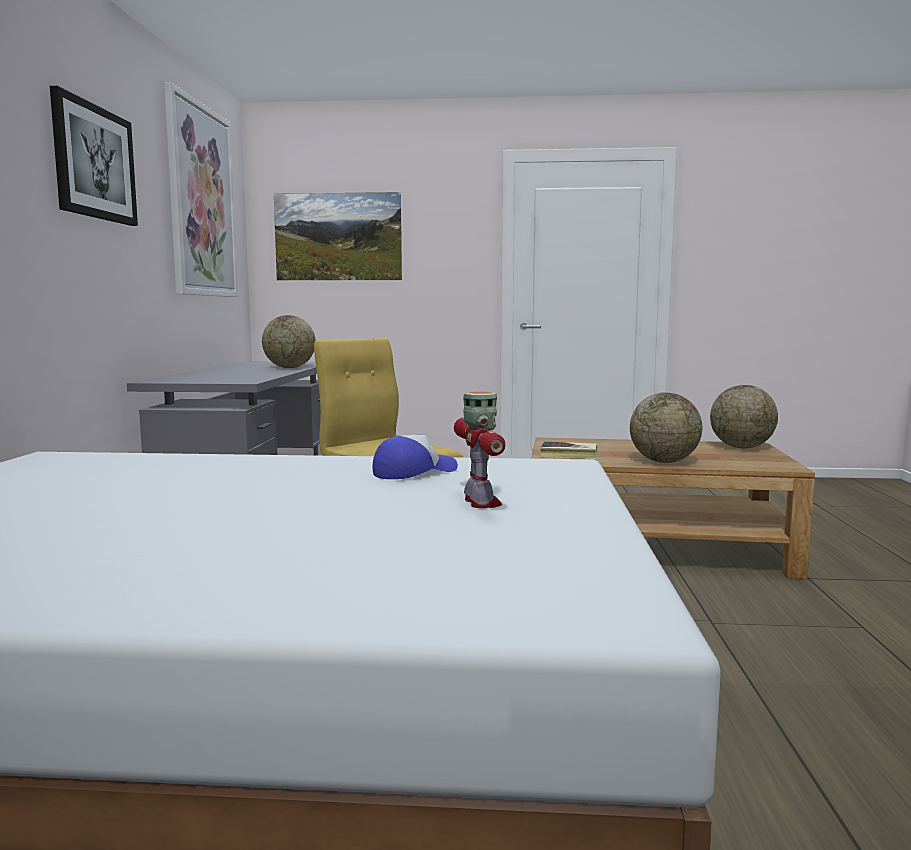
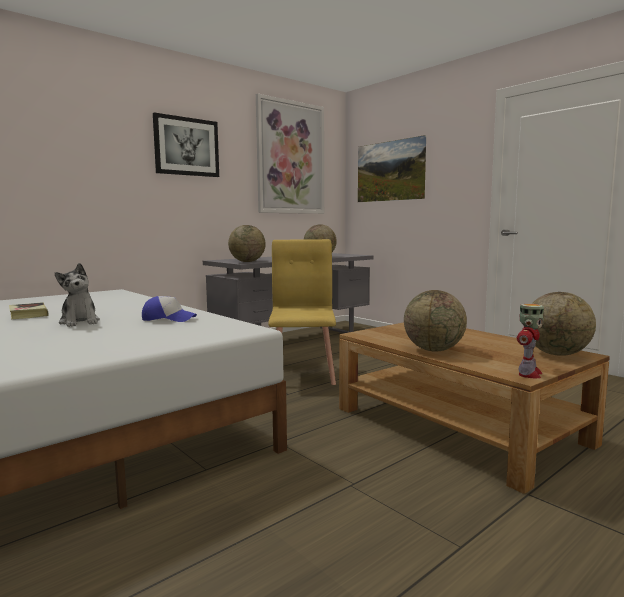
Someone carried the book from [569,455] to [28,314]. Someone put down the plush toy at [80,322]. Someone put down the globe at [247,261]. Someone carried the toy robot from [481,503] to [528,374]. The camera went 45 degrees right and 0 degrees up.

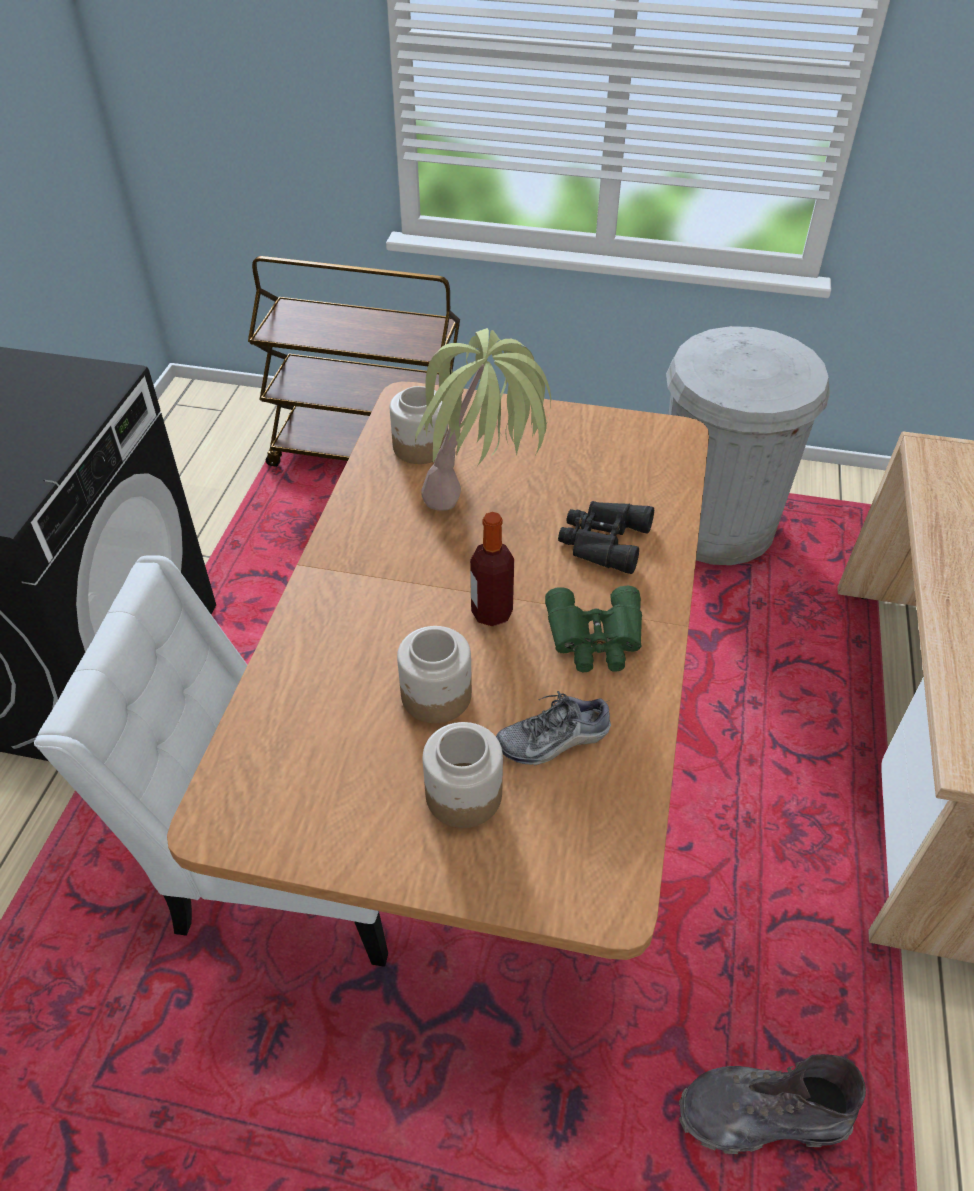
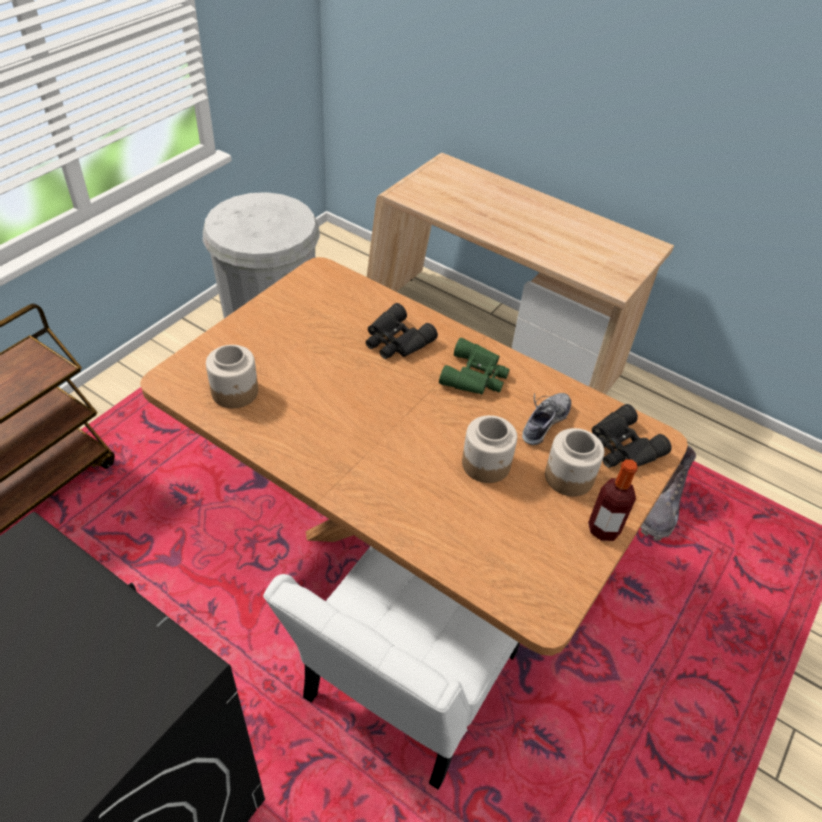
Someone rotated the shoe at [554,740] by 150 degrees counterclockwise. Someone carried the bottle from [491,613] to [603,529]. Someone put down the black binoculars at [621,447]. Someone took away the potted plant at [483,516]. The camera went 70 degrees left and 0 degrees up.

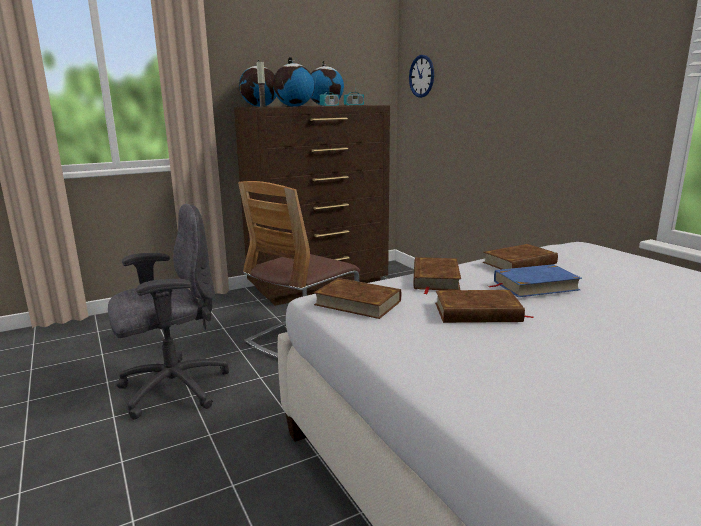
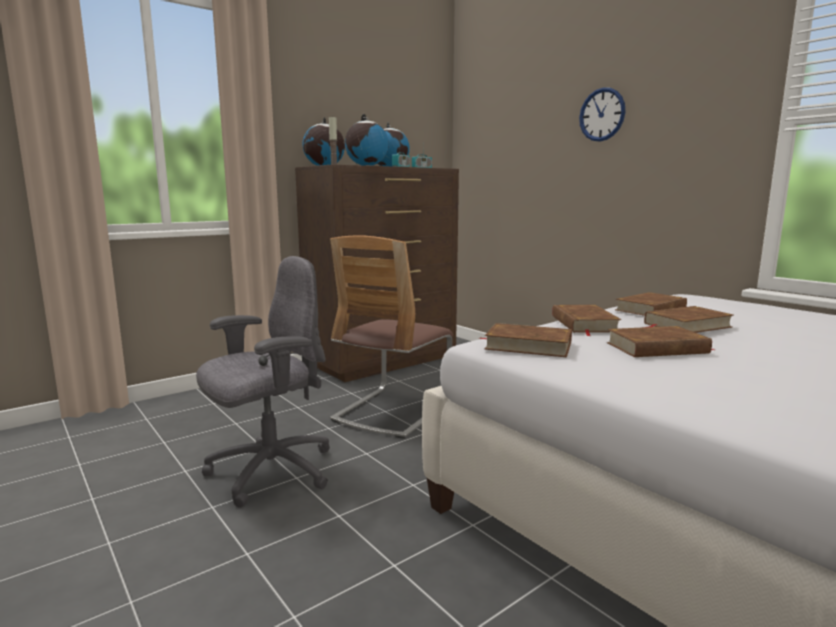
Someone carried the wall clock from [421,76] to [602,114]. Someone repainted the blue book at [535,285], which became the brown book at [686,325]. The camera went 10 degrees left and 5 degrees down.

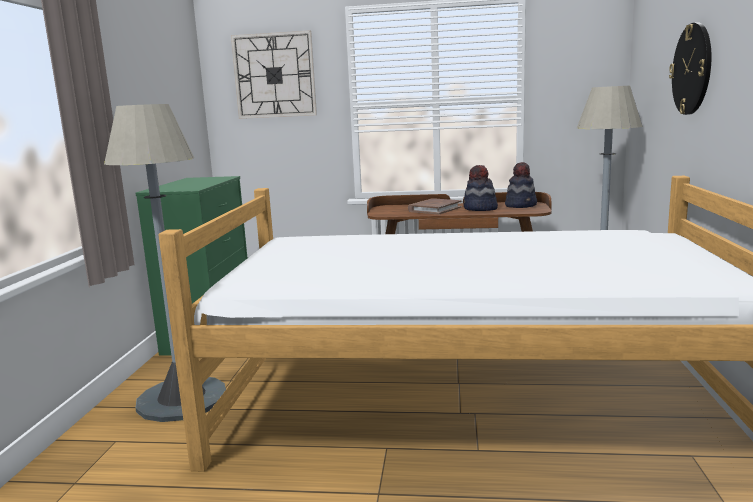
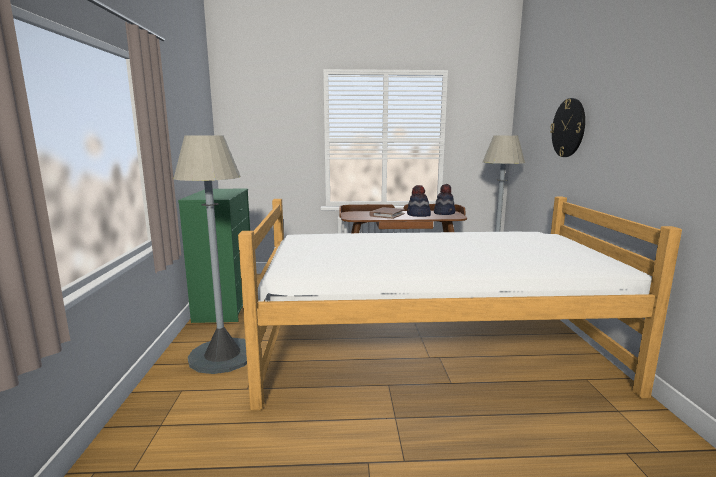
Someone took away the wall clock at [274,75]. The camera went 10 degrees left and 0 degrees up.

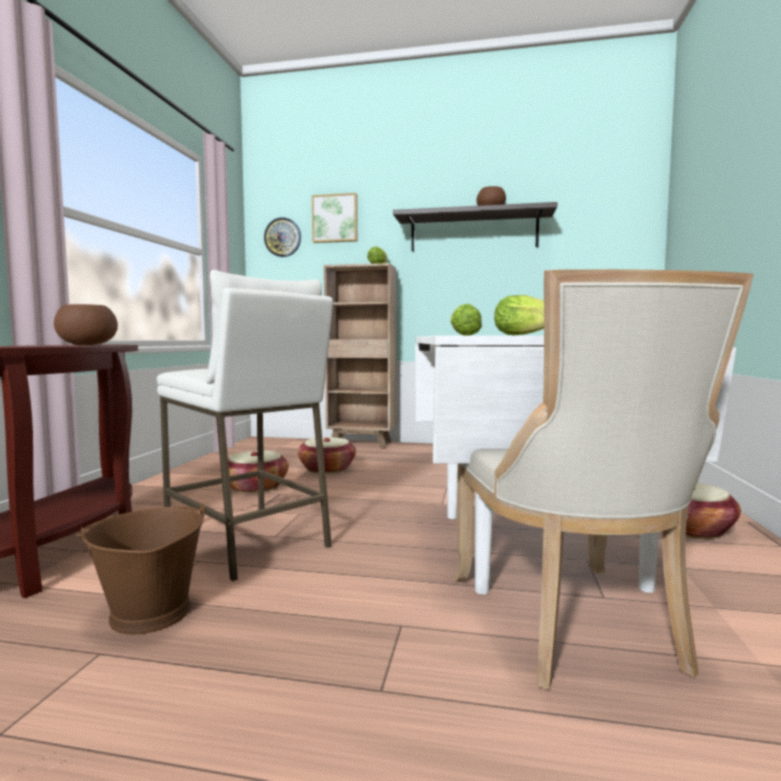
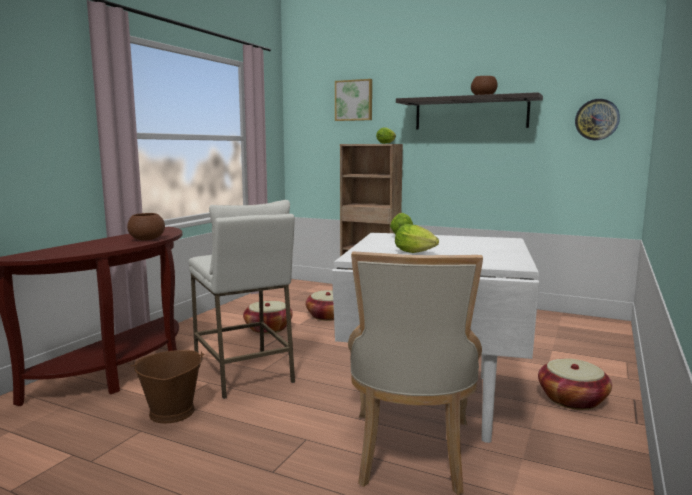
Someone carried the wall clock from [283,237] to [597,119]. The camera went 15 degrees right and 5 degrees up.

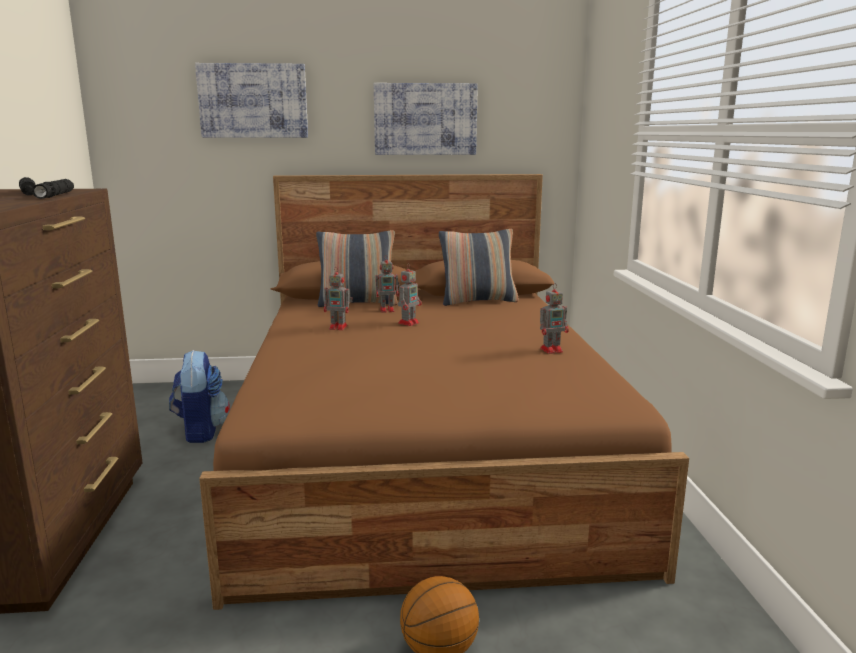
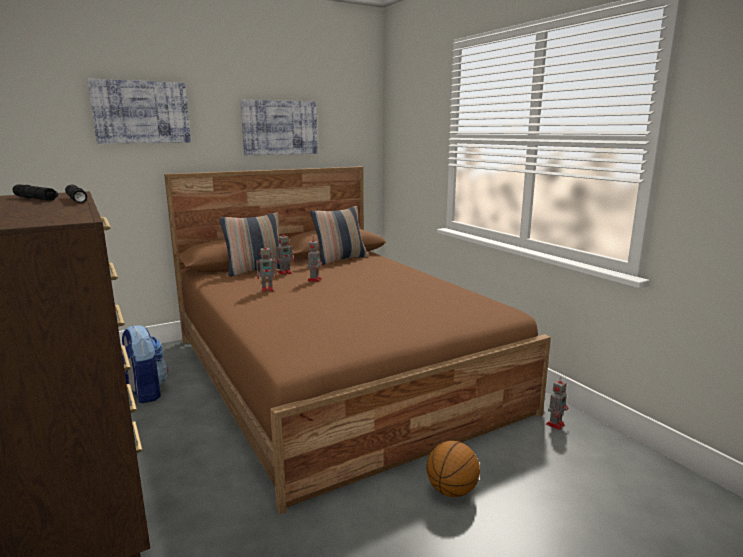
Someone carried the toy robot from [552,350] to [555,424]. The camera went 25 degrees left and 0 degrees up.

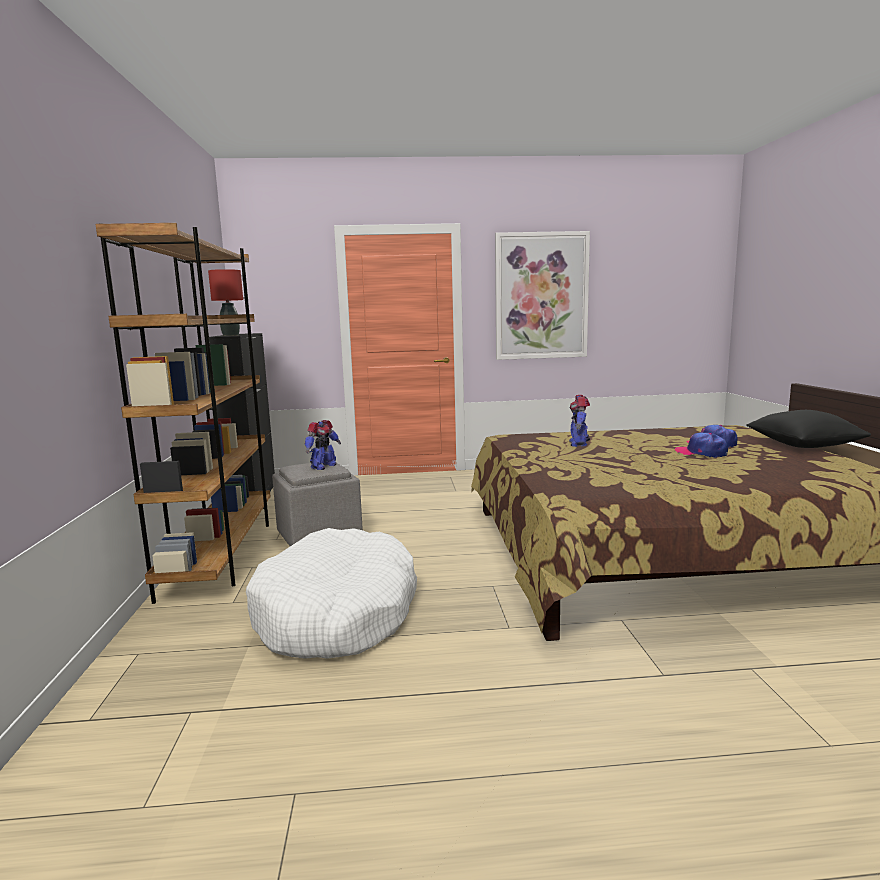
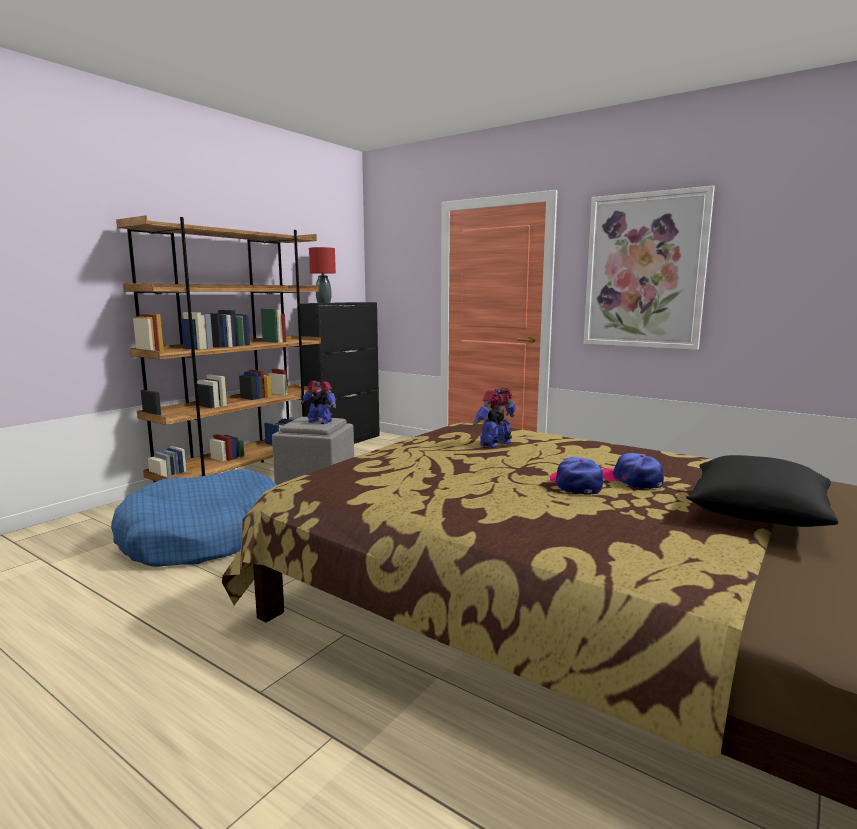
Someone repainted the white dog bed at [337,614], which became the blue dog bed at [205,537]. Someone rotated the toy robot at [323,466] by 45 degrees clockwise. The camera went 40 degrees right and 0 degrees up.

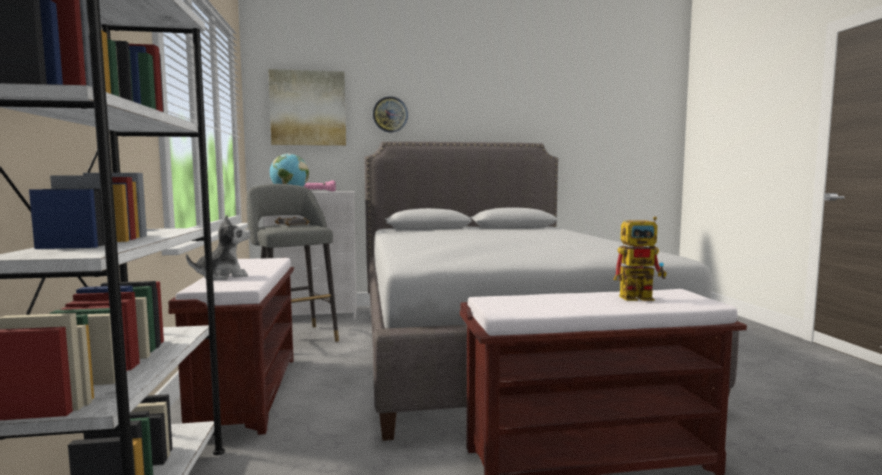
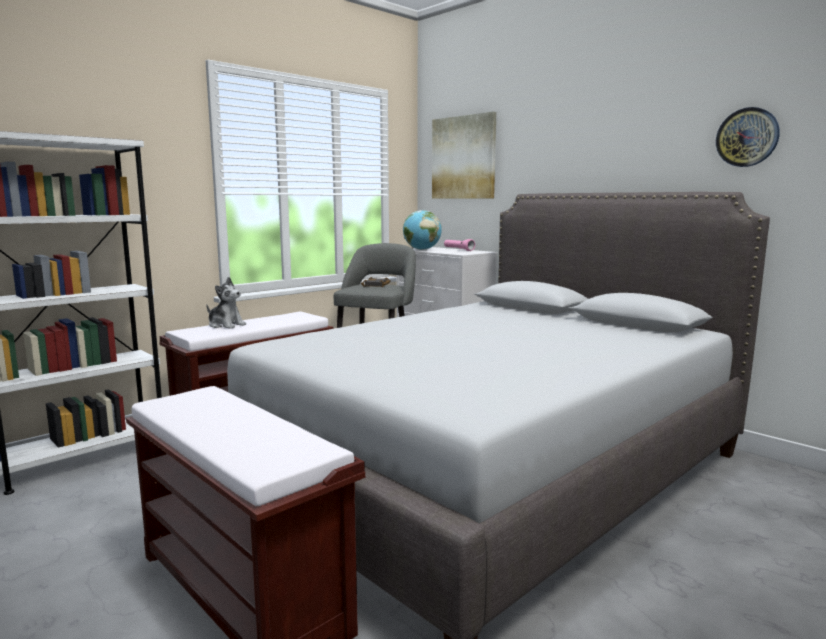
Someone carried the wall clock from [390,114] to [747,137]. Someone took away the toy robot at [642,297]. The camera went 55 degrees right and 5 degrees up.

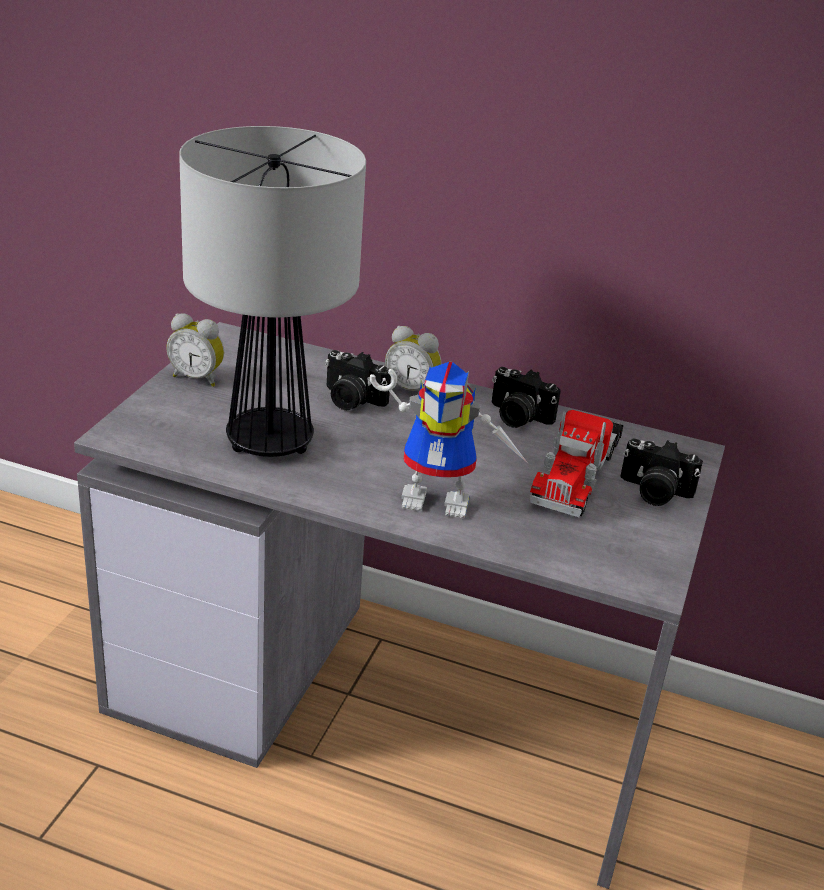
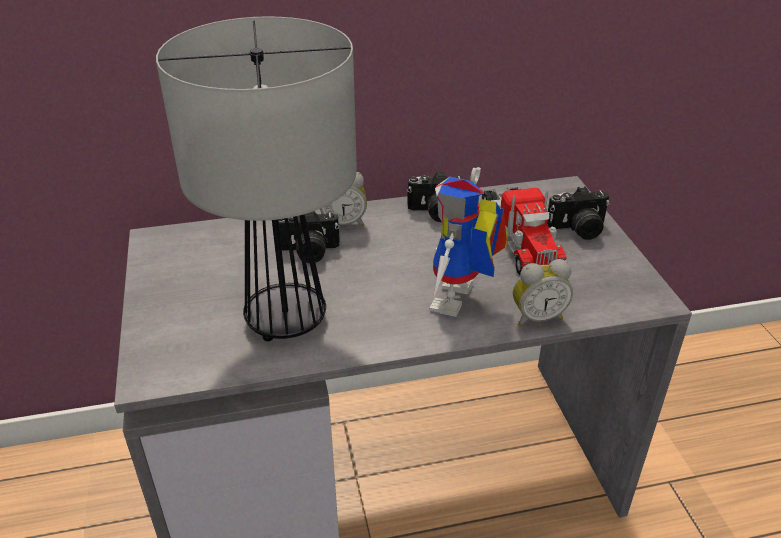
Someone rotated the toy robot at [442,499] by 135 degrees clockwise. Someone carried the alarm clock from [197,378] to [537,317]. The camera went 30 degrees left and 5 degrees up.

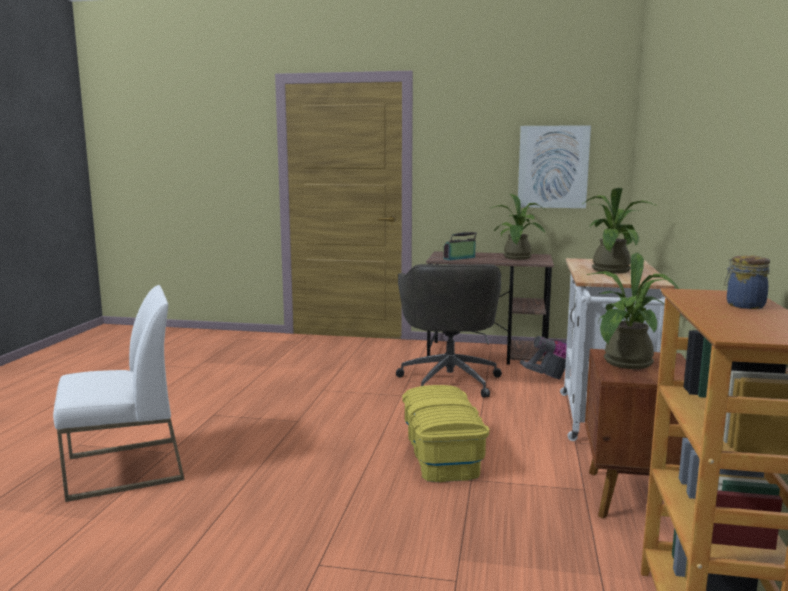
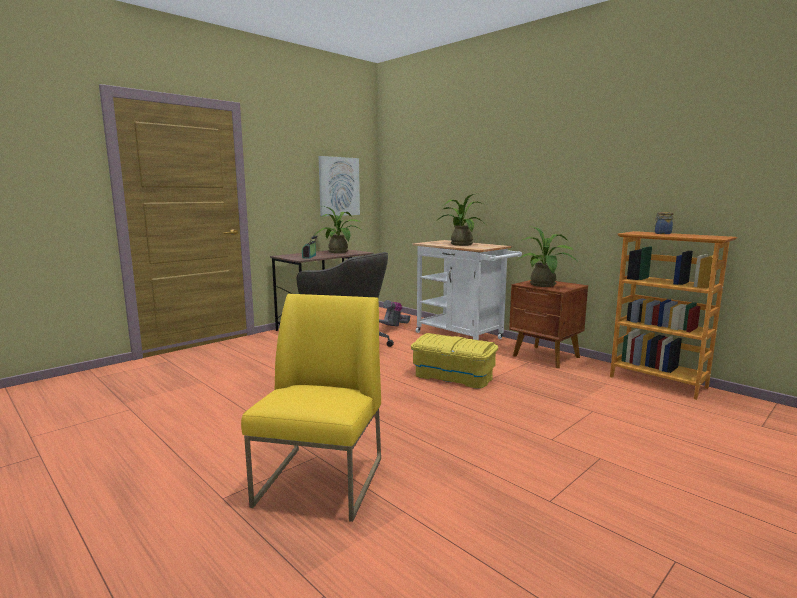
Someone repainted the white chair at [123,469], which became the yellow chair at [321,482]. The camera went 55 degrees left and 0 degrees up.

